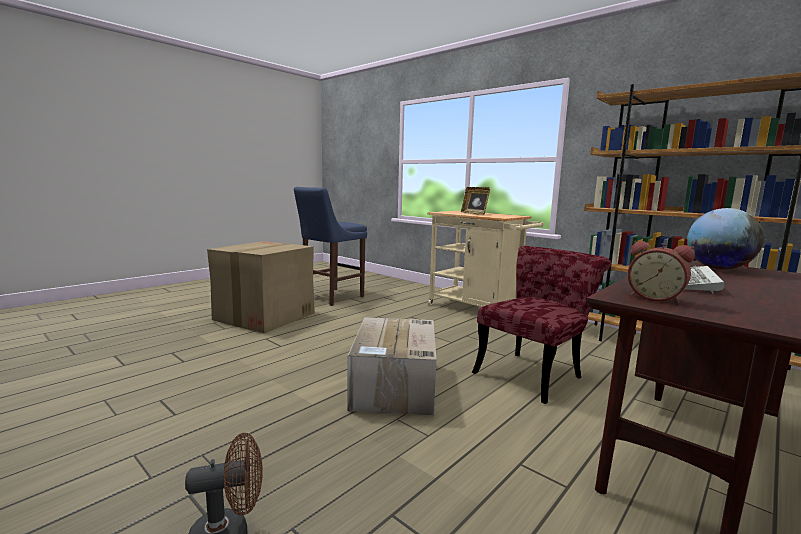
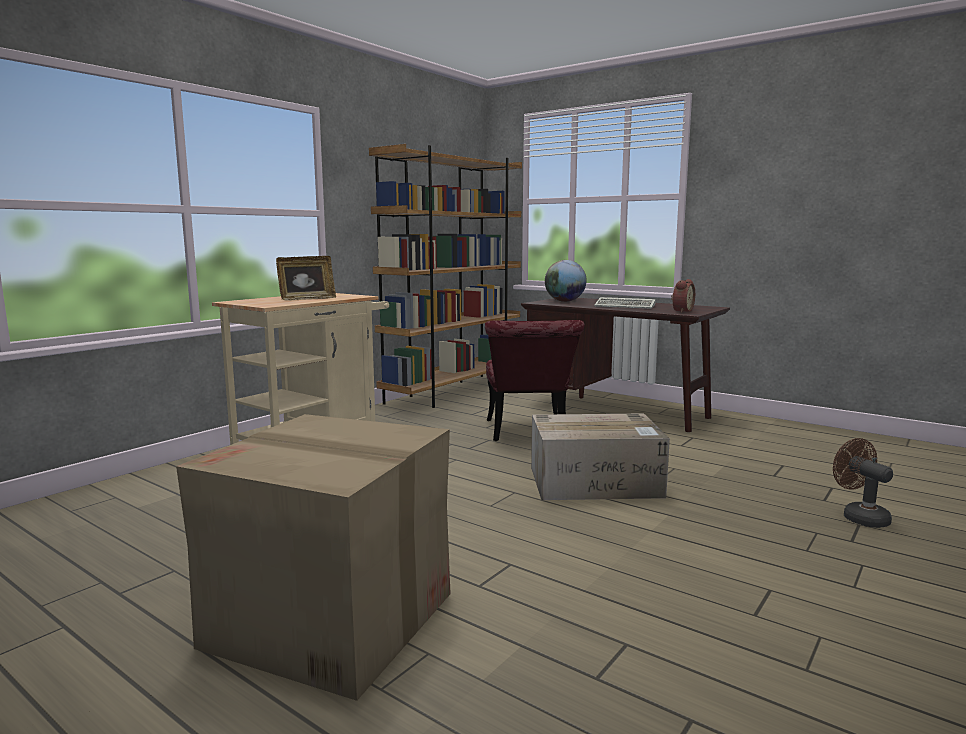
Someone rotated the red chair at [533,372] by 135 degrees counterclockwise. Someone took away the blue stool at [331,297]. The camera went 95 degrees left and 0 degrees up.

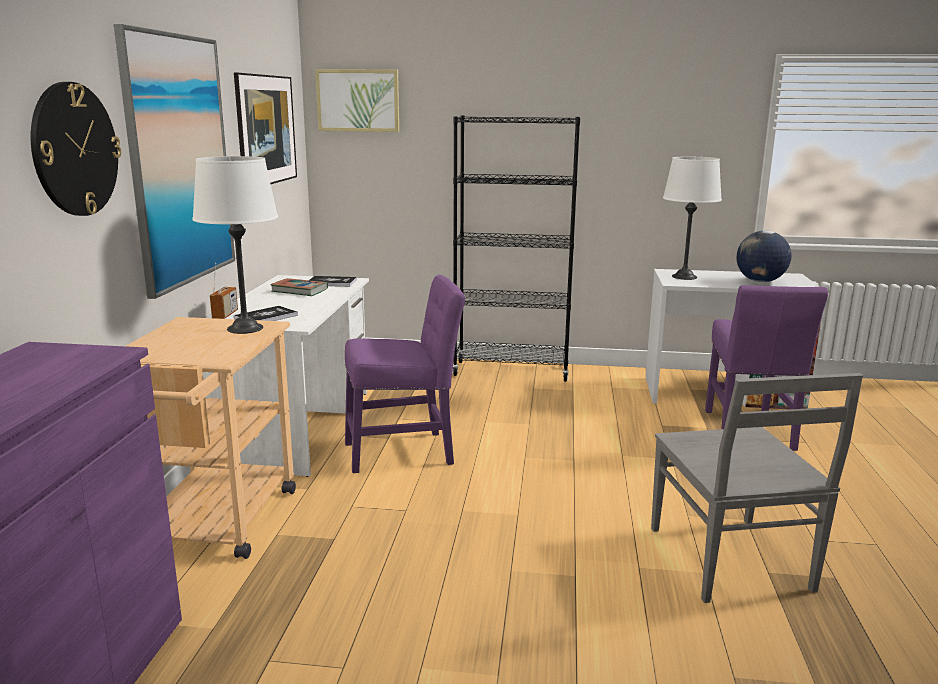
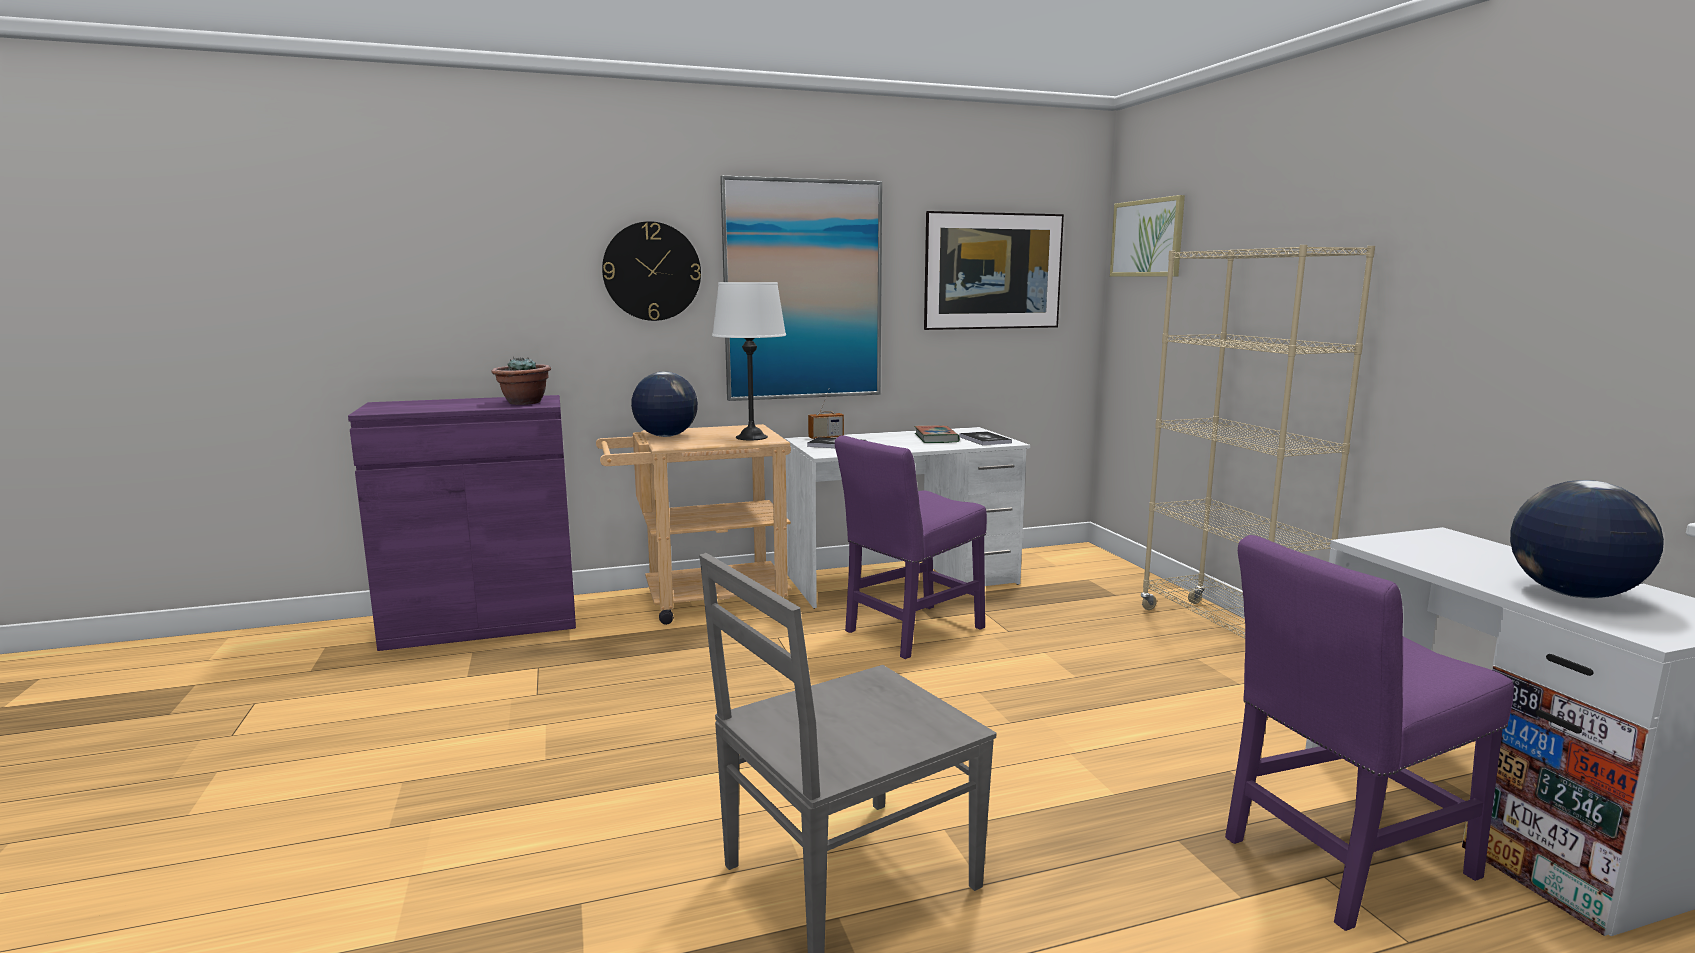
Someone put down the potted plant at [524,402]. Someone put down the globe at [666,436]. Someone rotated the purple chair at [405,452] by 90 degrees clockwise. Someone repainted the black bookcase at [511,371], which became the beige bookcase at [1225,635]. Someone took away the white table lamp at [684,277]. The camera went 65 degrees right and 5 degrees down.

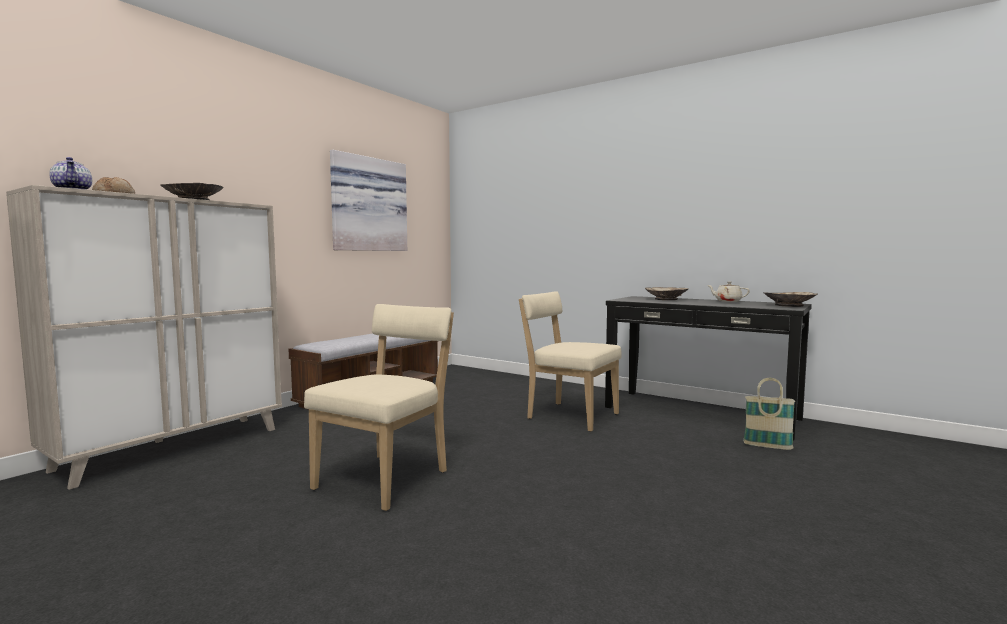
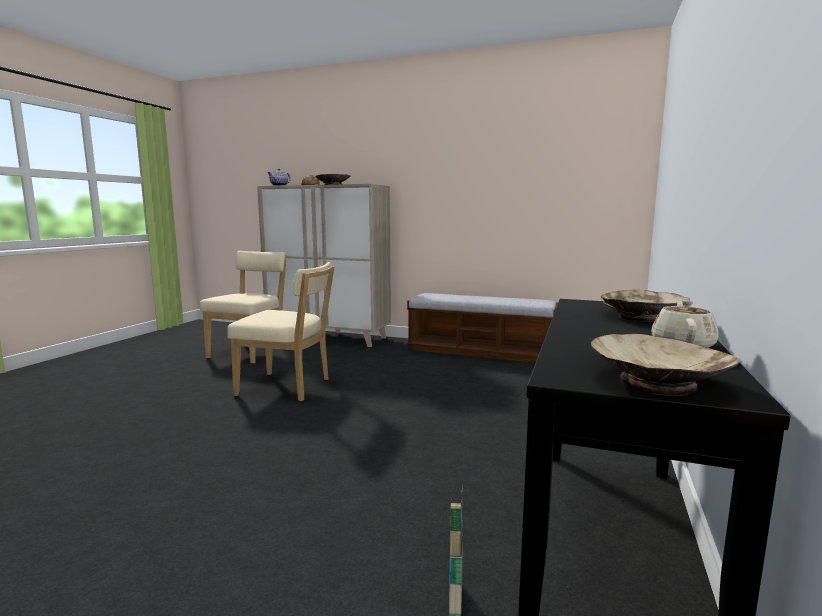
Someone carried the beige chair from [569,416] to [250,352]. Someone took away the picture at [367,204]. The camera went 75 degrees right and 5 degrees up.

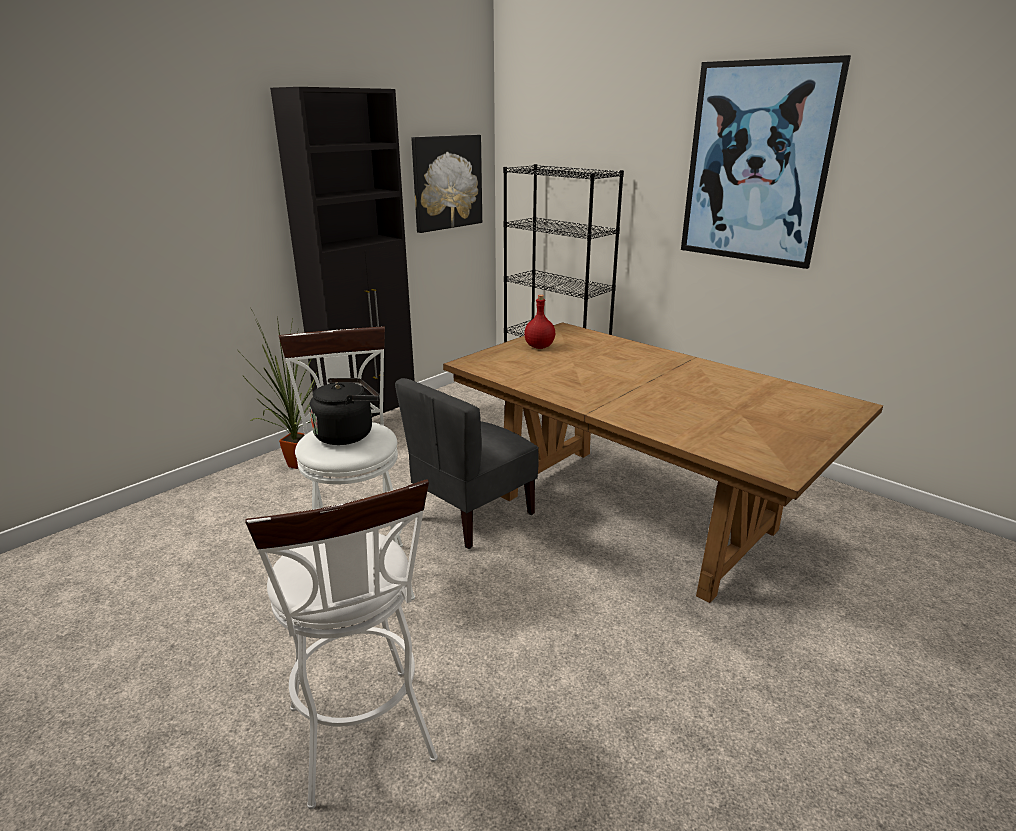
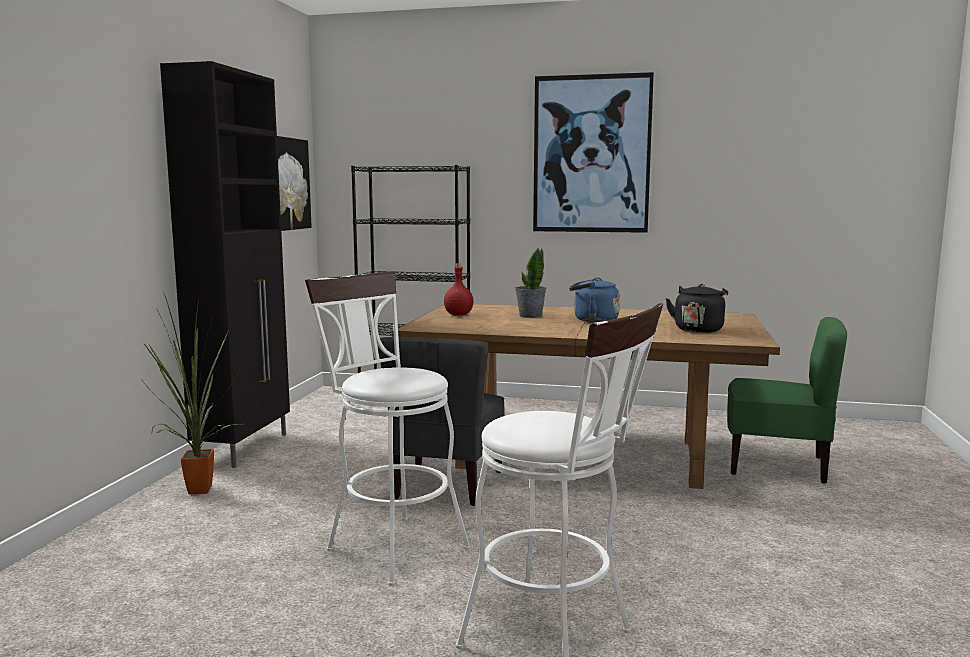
Someone put down the potted plant at [530,316]. Someone put down the blue kettle at [592,320]. Someone carried the black kettle from [347,434] to [698,329]. Someone put down the green chair at [777,465]. The camera went 30 degrees left and 15 degrees down.

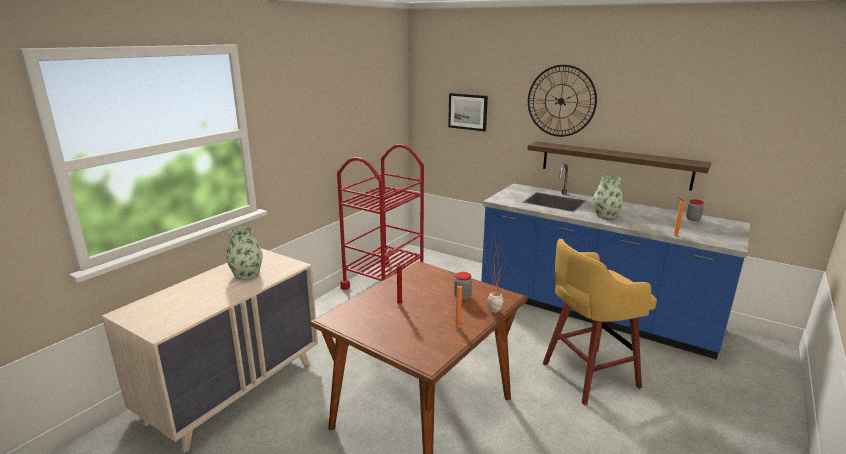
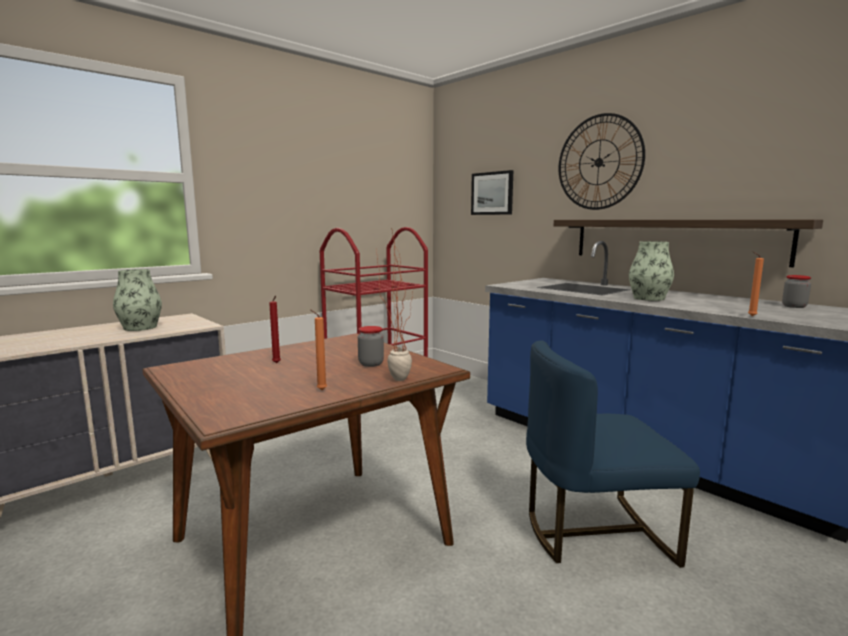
Someone swapped the yellow stool at [587,375] for the blue chair at [594,532]. The camera went 15 degrees right and 10 degrees down.

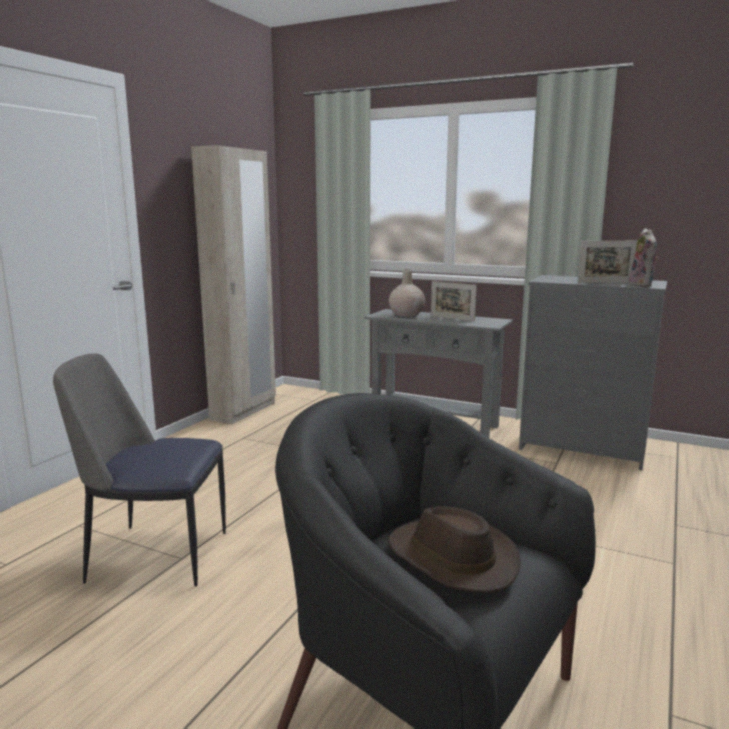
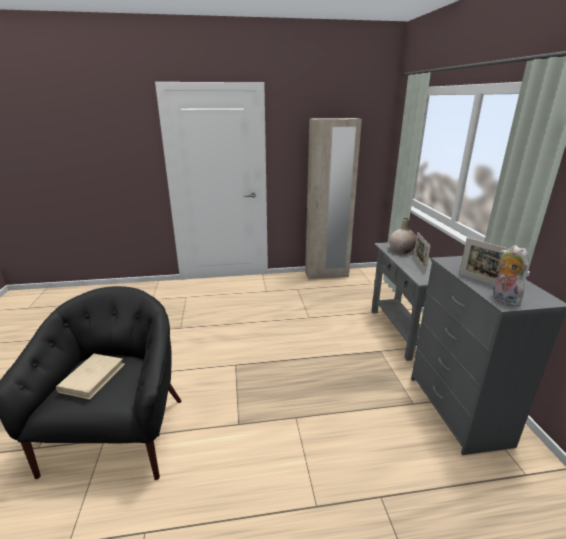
Someone swapped the brown hat at [450,559] for the beige book at [92,378]. Someone rotated the plush toy at [643,285] by 105 degrees clockwise. Someone took away the chair at [155,555]. The camera went 55 degrees right and 10 degrees up.

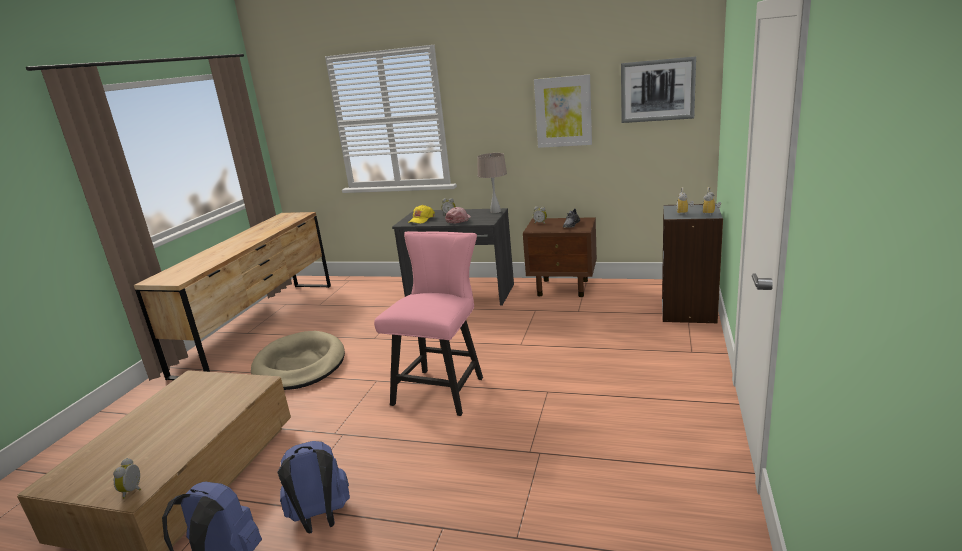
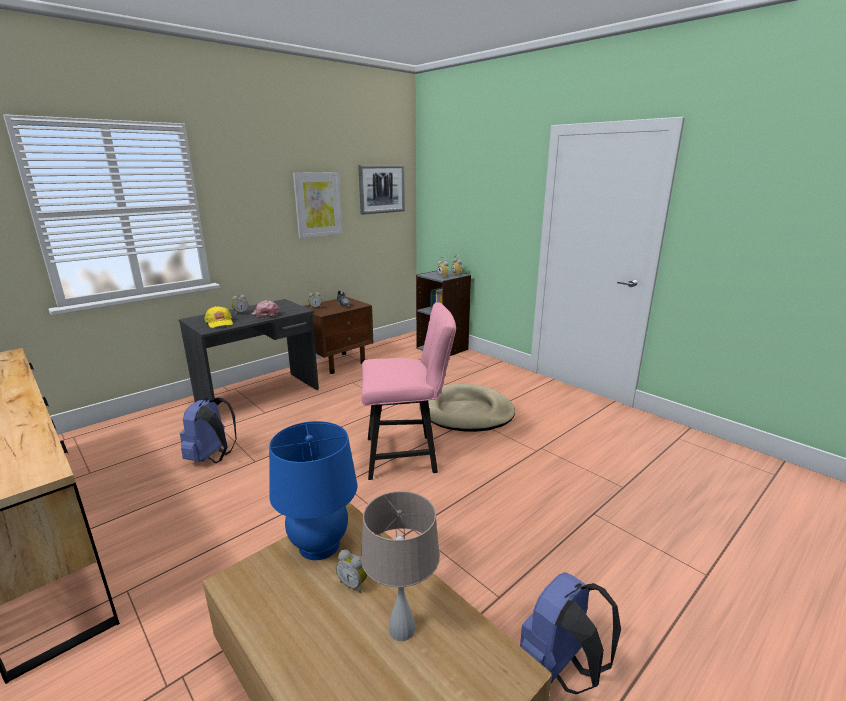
Someone carried the blue backpack from [320,519] to [212,457]. Someone put down the blue table lamp at [319,545]. Someone carried the alarm clock from [134,490] to [353,584]. Someone rotated the pink chair at [442,388] by 120 degrees clockwise. Someone carried the beige table lamp from [495,211] to [402,628]. Someone carried the beige dog bed from [300,365] to [465,412]. The camera went 60 degrees left and 0 degrees up.

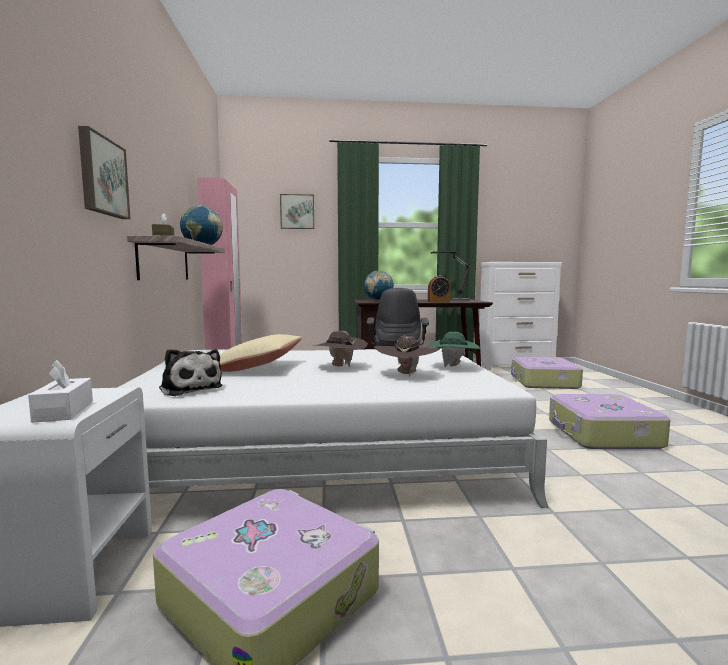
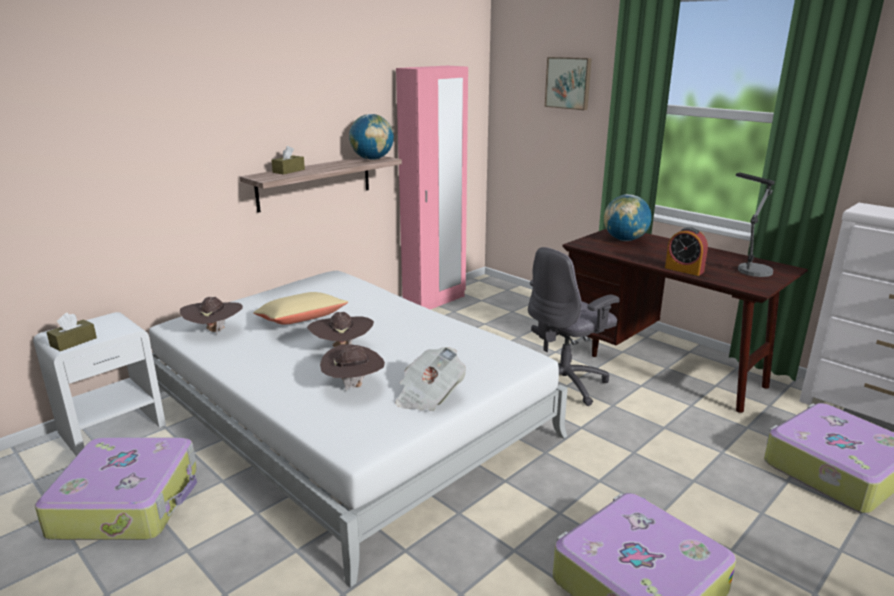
Someone repainted the white tissue box at [64,411], which became the brown tissue box at [73,342]. Someone swapped the plush toy at [190,388] for the brown hat at [215,331]. Someone swapped the green hat at [453,367] for the newspaper at [428,396]. Someone took away the picture at [102,176]. The camera went 50 degrees right and 15 degrees up.

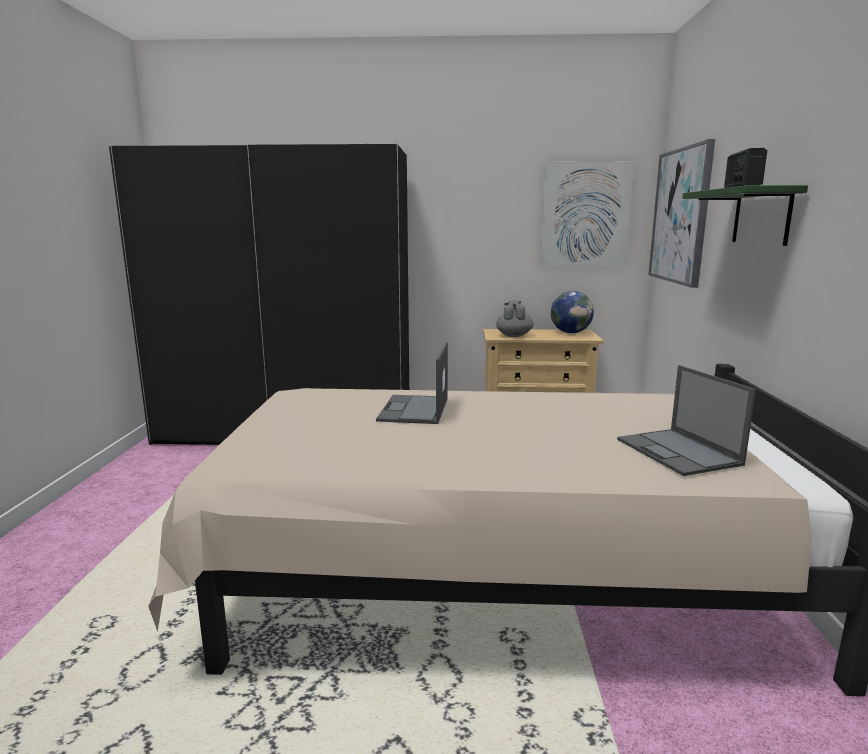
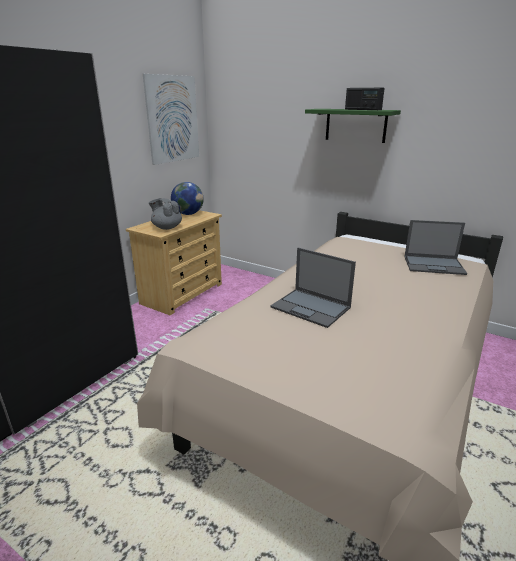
Someone took away the picture at [680,216]. The camera went 60 degrees left and 10 degrees up.

